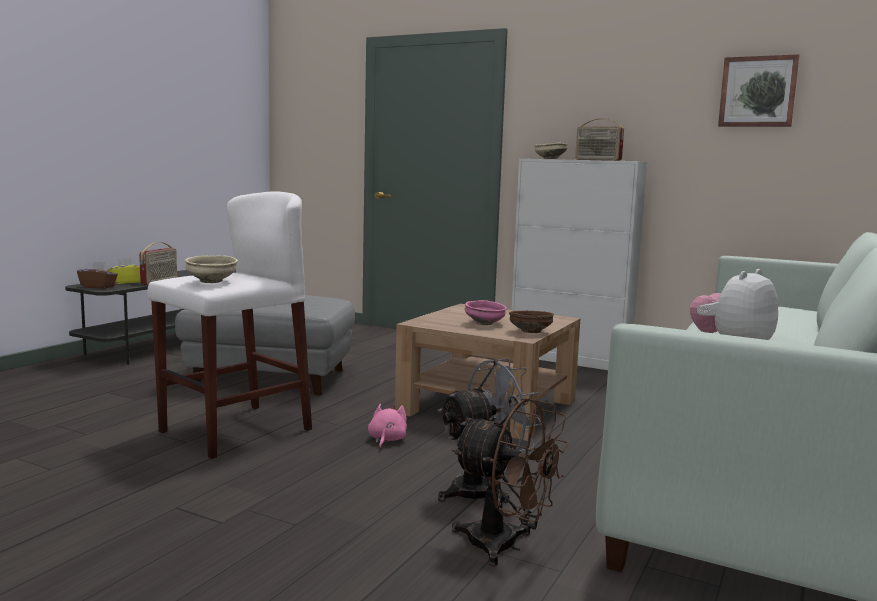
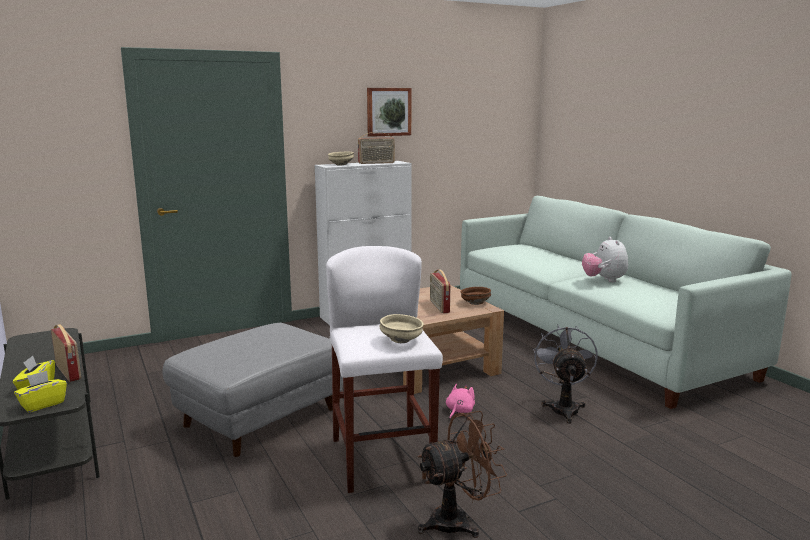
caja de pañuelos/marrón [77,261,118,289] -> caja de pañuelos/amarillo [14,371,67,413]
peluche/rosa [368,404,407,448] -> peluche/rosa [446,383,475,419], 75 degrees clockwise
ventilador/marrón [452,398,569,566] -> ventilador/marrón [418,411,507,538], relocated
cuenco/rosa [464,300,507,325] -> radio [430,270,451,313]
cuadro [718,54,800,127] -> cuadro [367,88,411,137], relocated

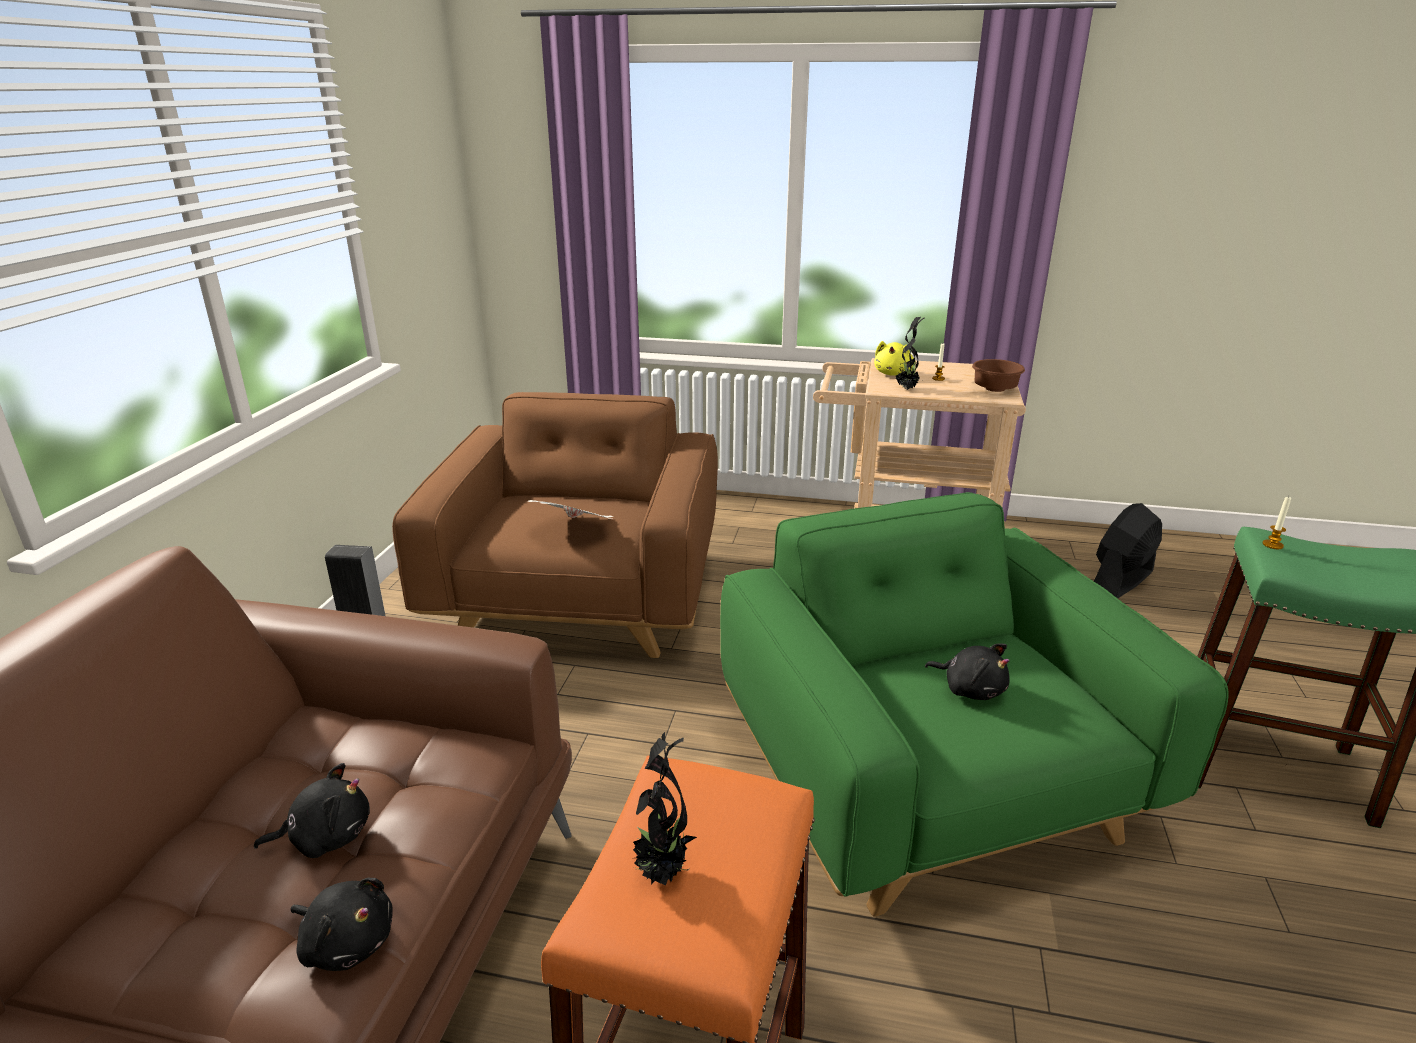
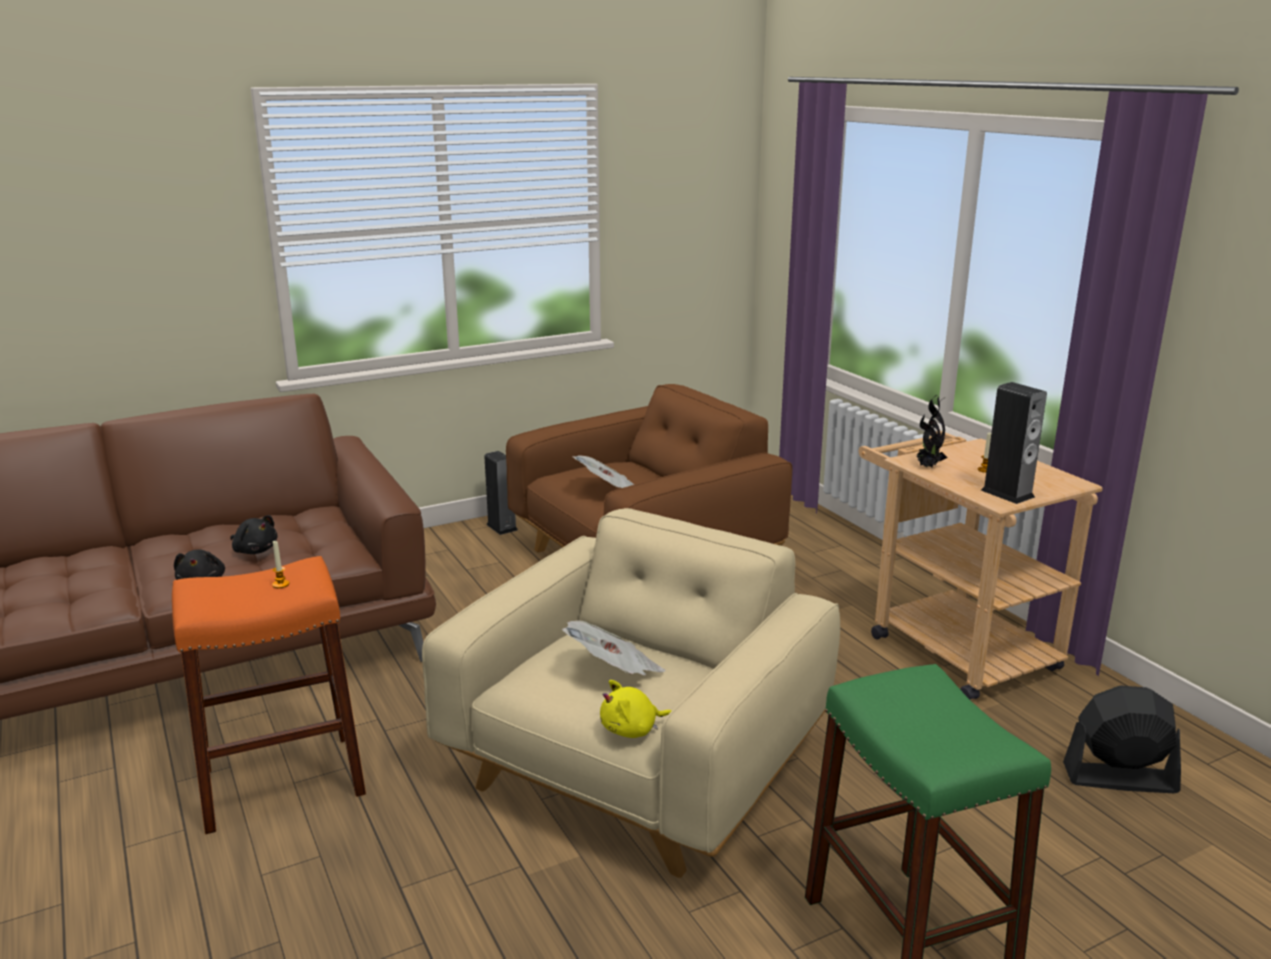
planta en maceta [633,732,697,885] -> none
sillón/verde [720,492,1228,916] -> sillón/beis [422,508,840,878]
peluche/amarillo [874,341,914,376] -> peluche/amarillo [600,680,672,738], relocated
peluche/negro [925,644,1010,700] -> periódico [562,620,666,675]
cuenco/marrón [972,359,1025,392] -> altavoz [981,382,1047,504]
vela [1262,496,1291,549] -> vela [272,541,290,588], relocated

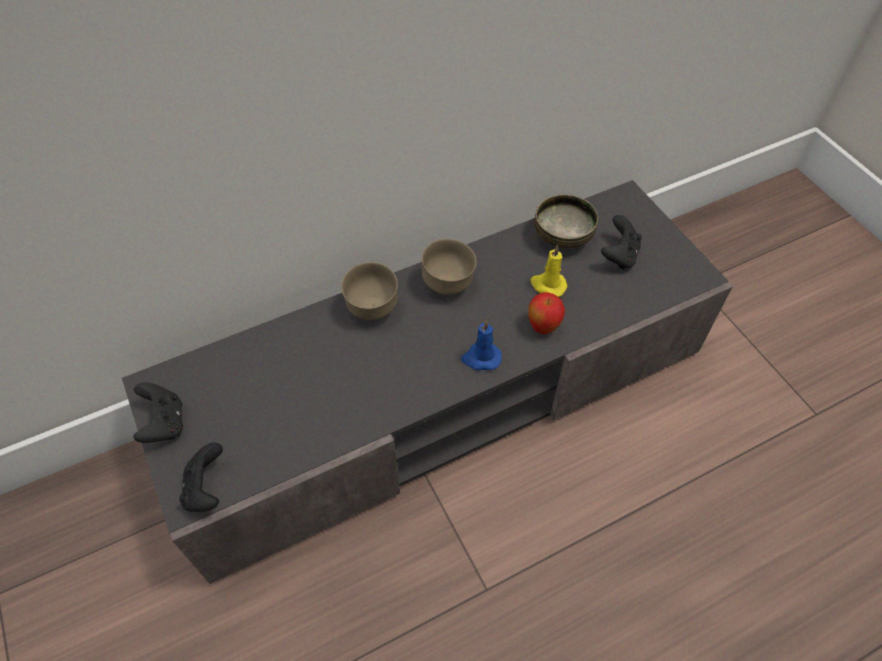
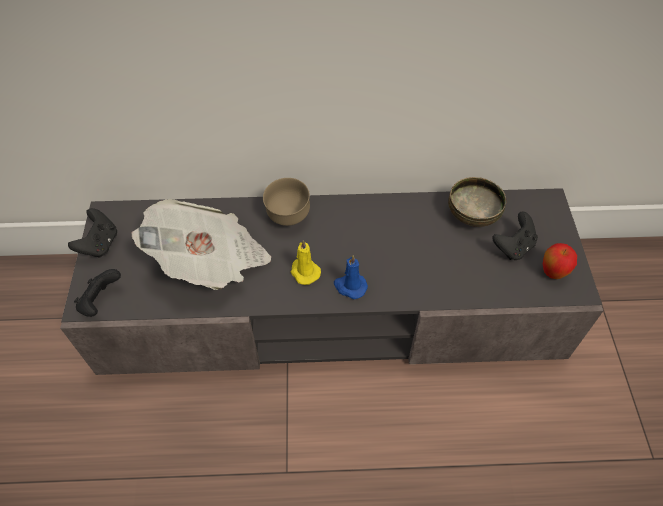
cuenco/marrón [422,239,477,295] -> none
manzana [528,292,565,334] -> manzana [543,243,577,279], relocated
vela/amarillo [530,245,568,297] -> vela/amarillo [291,240,321,285], relocated
none -> periódico [131,199,271,290]

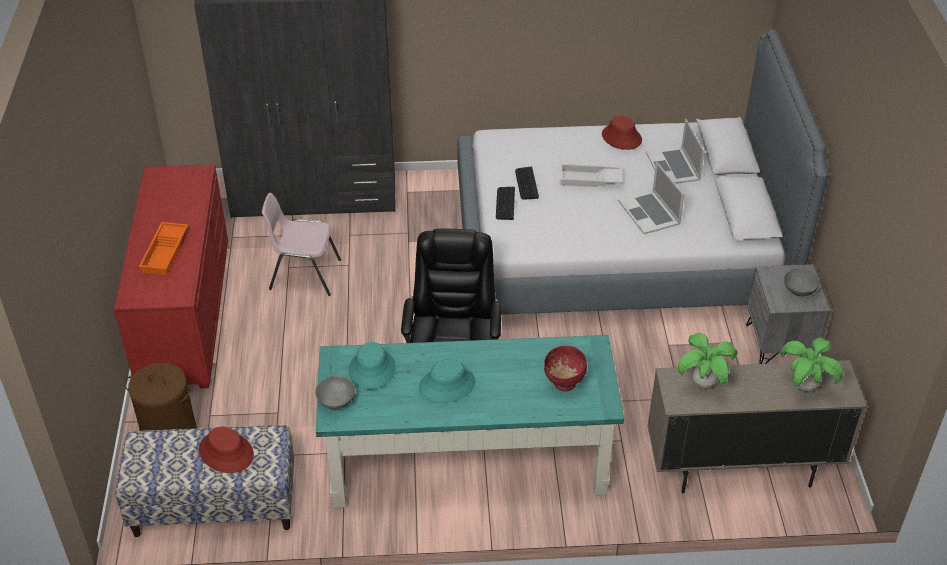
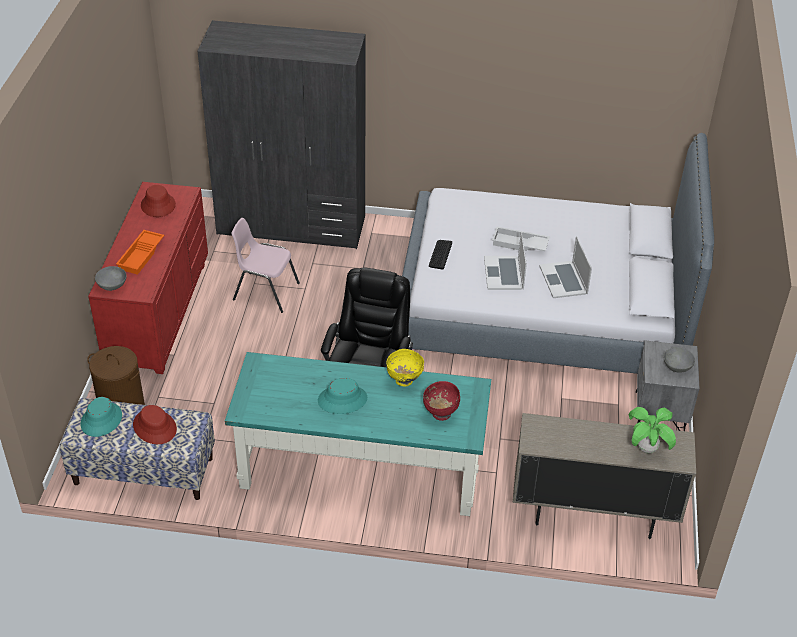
cuenco/gris [315,376,355,410] -> cuenco/gris [95,266,127,291], relocated
sombrero/turquesa [349,342,395,390] -> sombrero/turquesa [81,397,122,437], relocated
teclado [515,167,539,200] -> none
sombrero/rojo [602,115,642,150] -> sombrero/rojo [141,185,176,217], relocated
portátil [646,119,705,184] -> portátil [484,231,527,290], relocated
planta en maceta [678,333,737,389] -> none
none -> cuenco/amarillo [386,349,424,387]

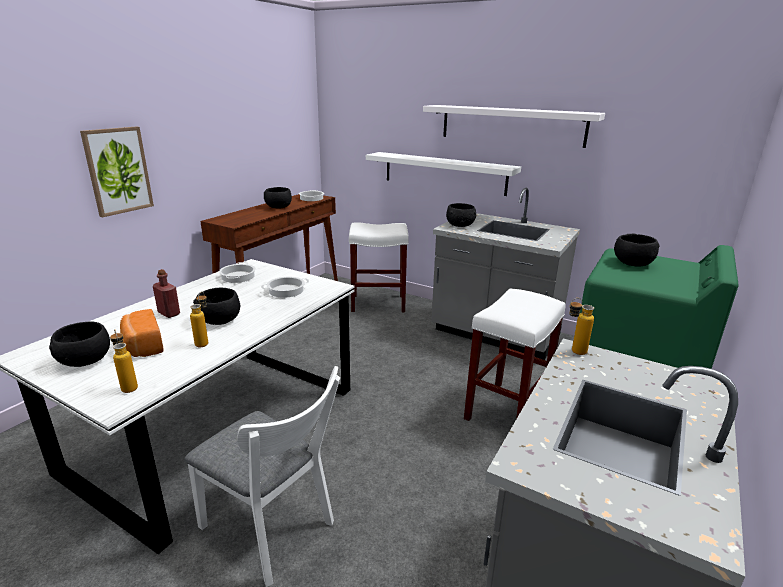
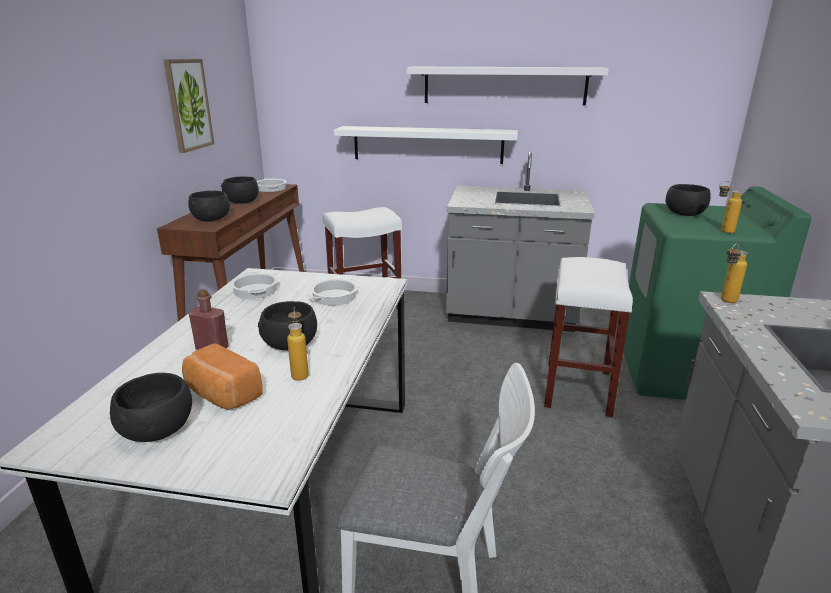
cuadro [80,126,154,217] -> cuadro [163,59,214,153], relocated
botella [110,329,138,393] -> botella [719,181,743,233], relocated
cuenco/negro [446,203,476,227] -> cuenco/negro [188,191,230,221], relocated

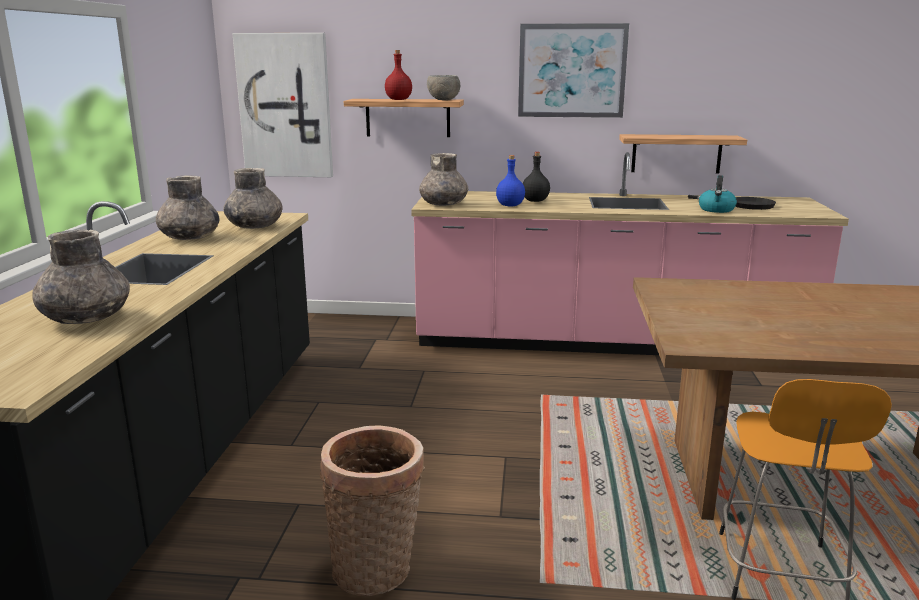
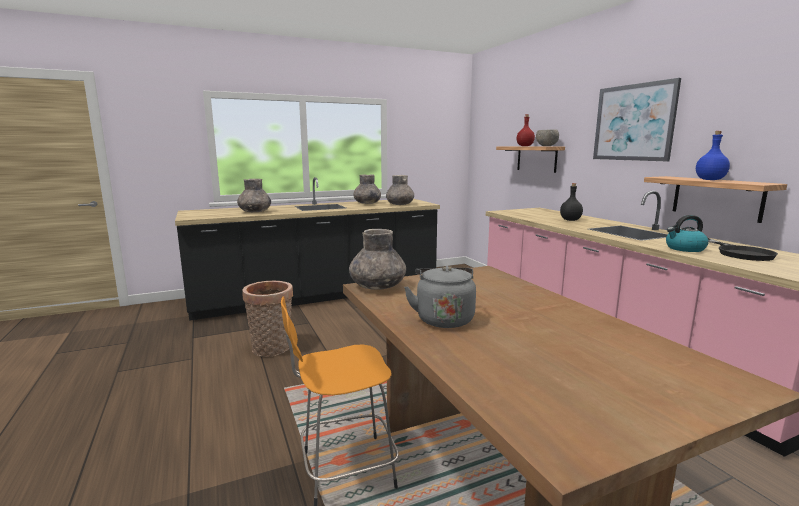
cuadro [232,33,333,177] -> none
florero/gris [419,153,468,206] -> florero/gris [349,229,406,290], relocated
botella/azul [496,155,525,206] -> botella/azul [696,131,730,180], relocated
none -> hervidor/gris [404,266,476,328]

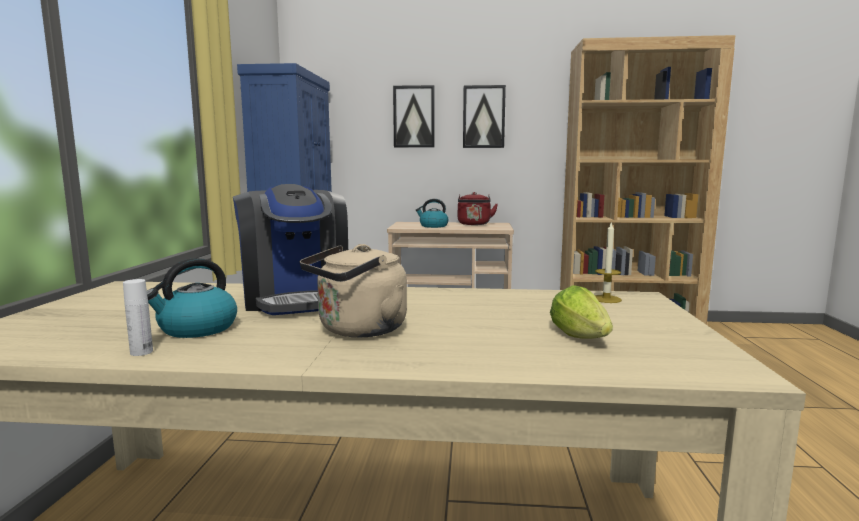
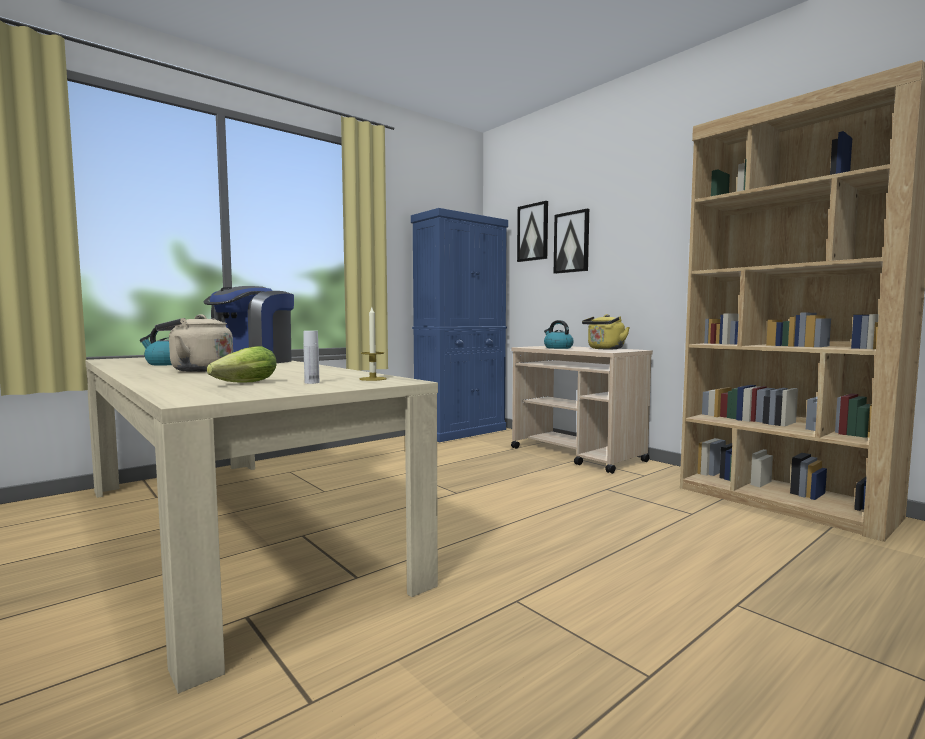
botella/blanco [123,279,153,356] -> botella/blanco [303,331,319,384], relocated
hervidor/rojo [458,192,498,225] -> hervidor/amarillo [582,314,630,349]
cuadro [463,85,506,148] -> cuadro [517,201,548,262], relocated

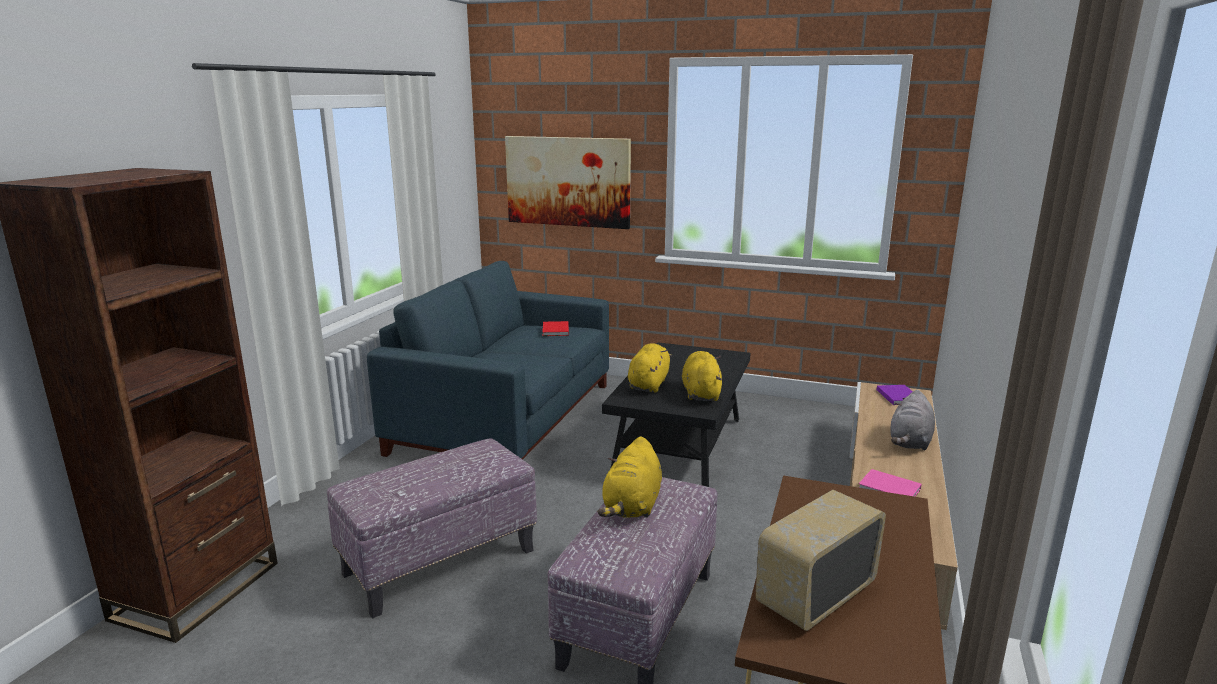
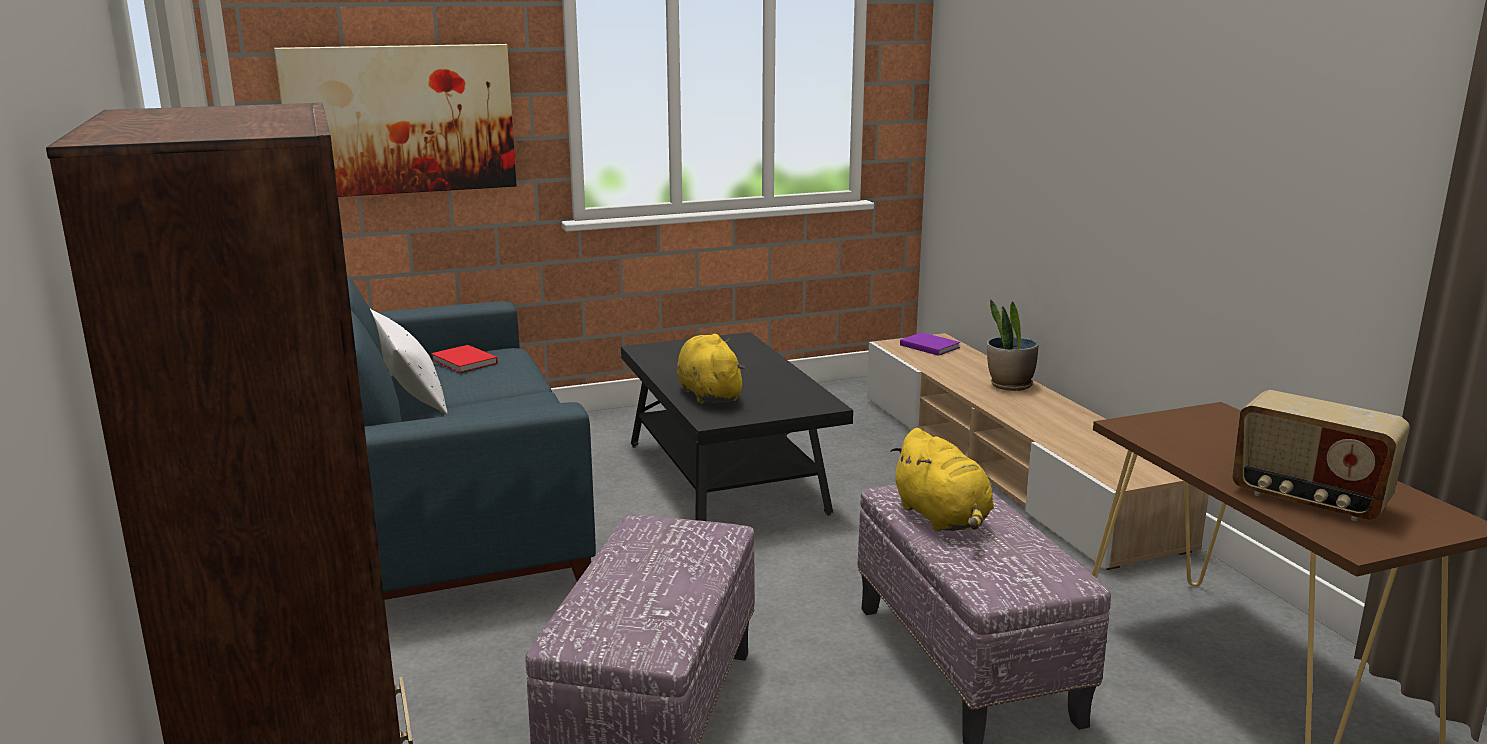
peluche/amarillo [682,351,722,401] -> none
radio [755,490,886,631] -> radio [1232,390,1410,521], 60 degrees counterclockwise
libro/rosa [859,469,922,497] -> none
peluche/gris [890,390,935,451] -> planta en maceta [987,299,1039,391]
none -> cojín/blanco [370,309,447,414]

